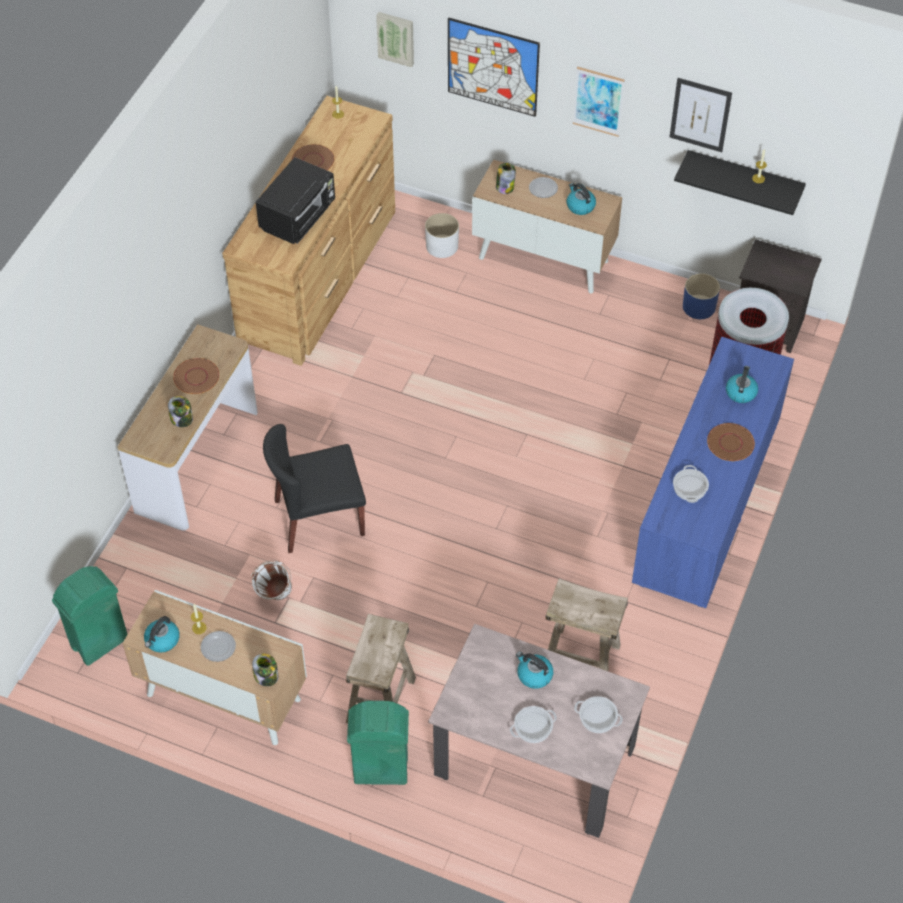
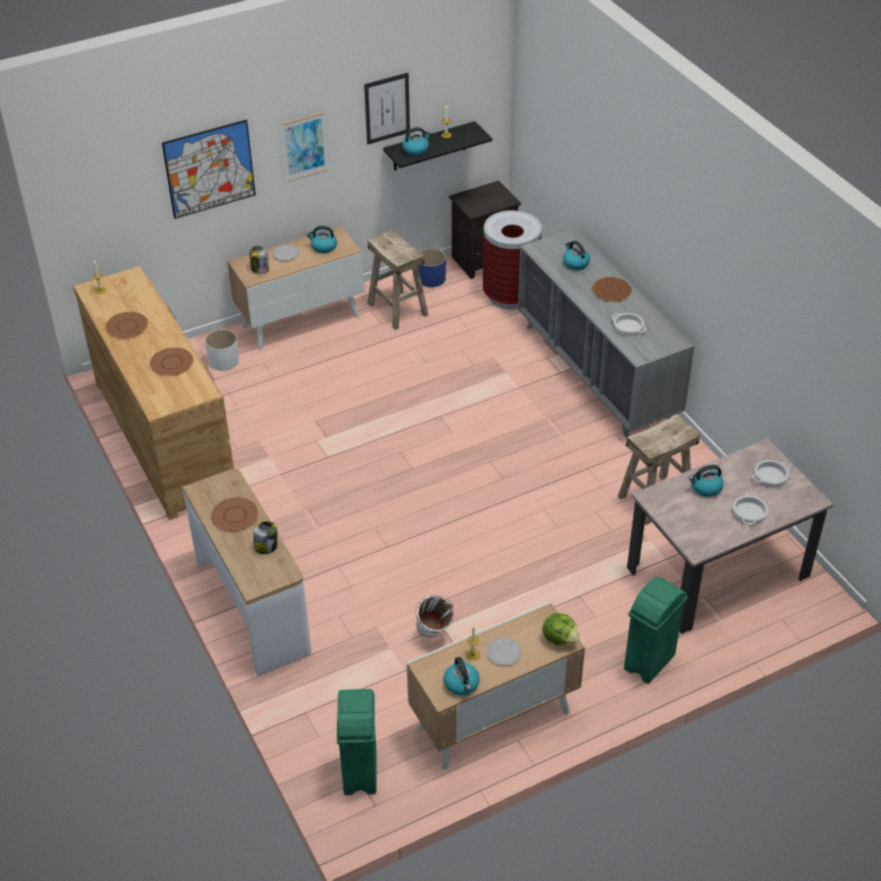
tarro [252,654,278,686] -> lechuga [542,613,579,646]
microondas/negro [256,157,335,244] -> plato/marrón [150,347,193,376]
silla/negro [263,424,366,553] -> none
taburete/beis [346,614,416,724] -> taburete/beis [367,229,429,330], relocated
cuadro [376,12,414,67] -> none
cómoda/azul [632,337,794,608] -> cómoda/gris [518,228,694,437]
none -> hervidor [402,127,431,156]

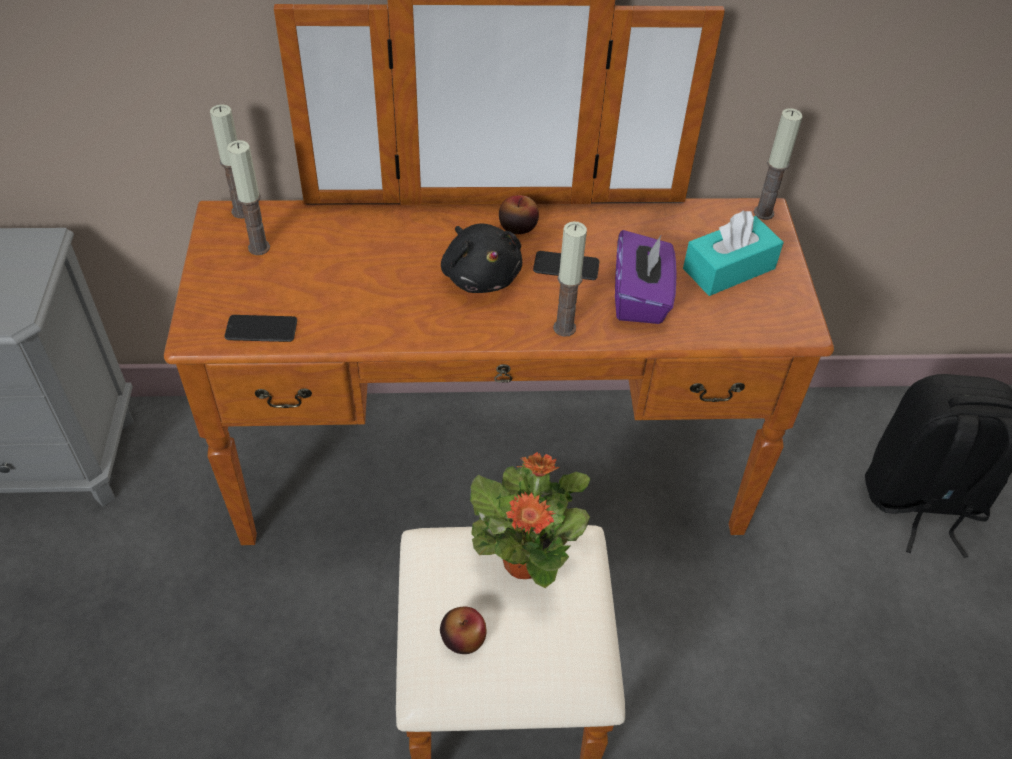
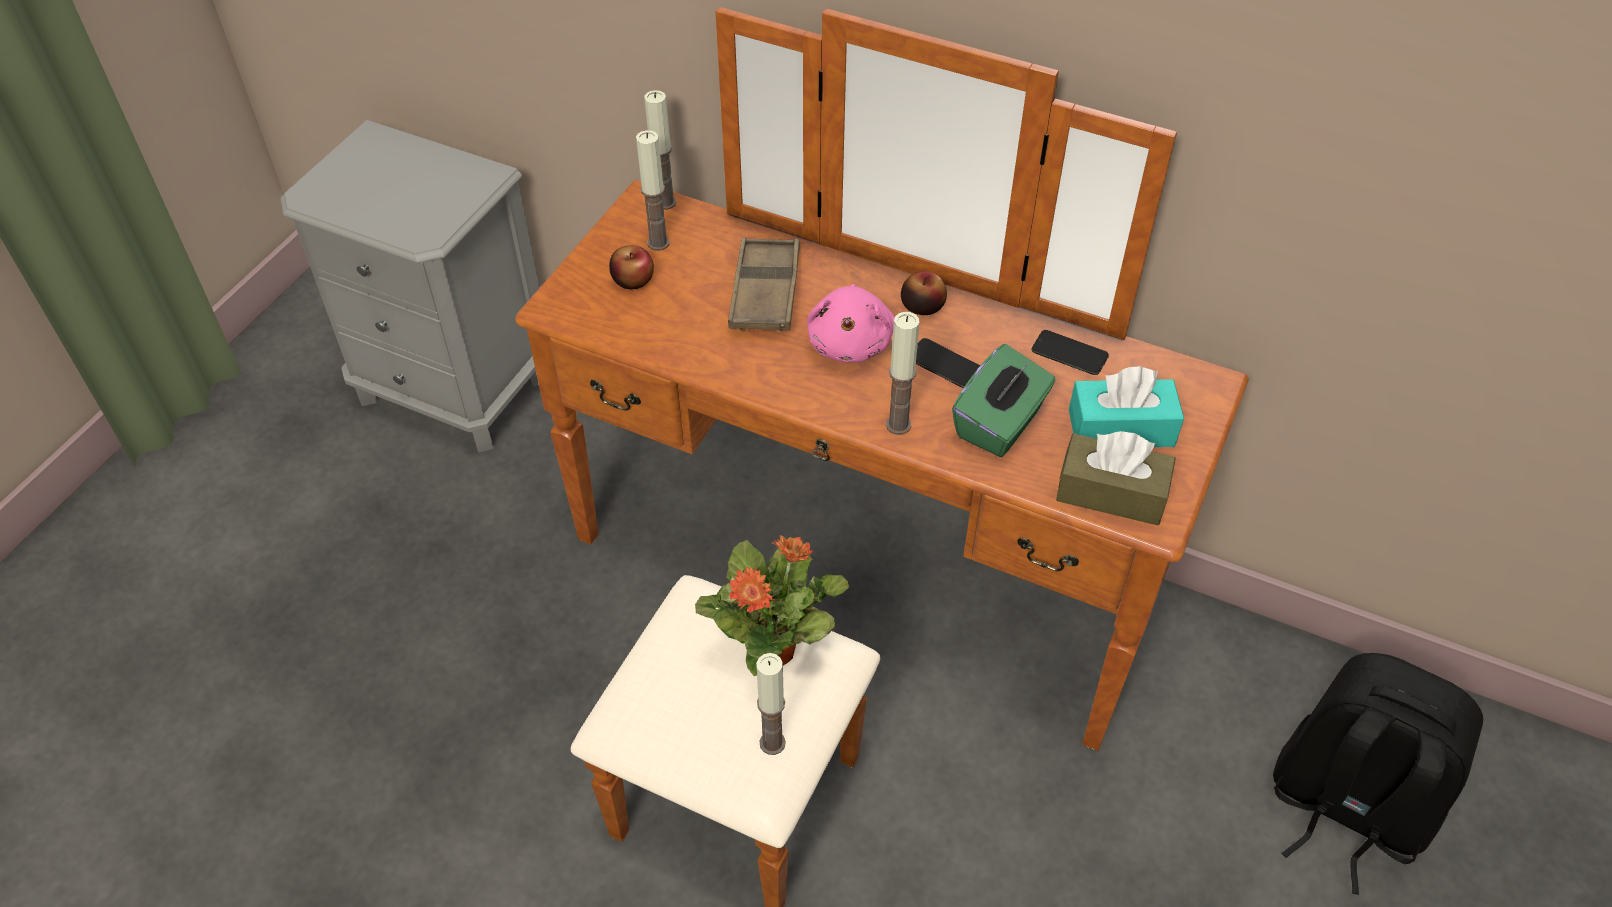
móvil [225,315,297,342] -> móvil [1031,330,1109,375], relocated
manzana [440,607,486,654] -> manzana [609,245,654,289], relocated
peluche/negro [441,223,522,293] -> peluche/rosa [807,284,895,362]
caja de pañuelos/morado [615,230,677,324] -> caja de pañuelos/verde [952,344,1056,457]
vela [754,108,802,220] -> vela [757,653,786,755], relocated
none -> bandeja/marrón [728,238,800,331]
none -> caja de pañuelos/marrón [1056,431,1176,525]

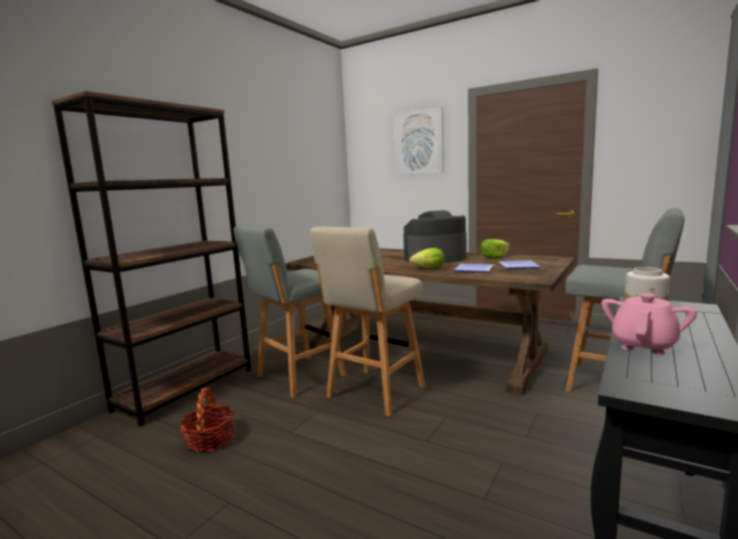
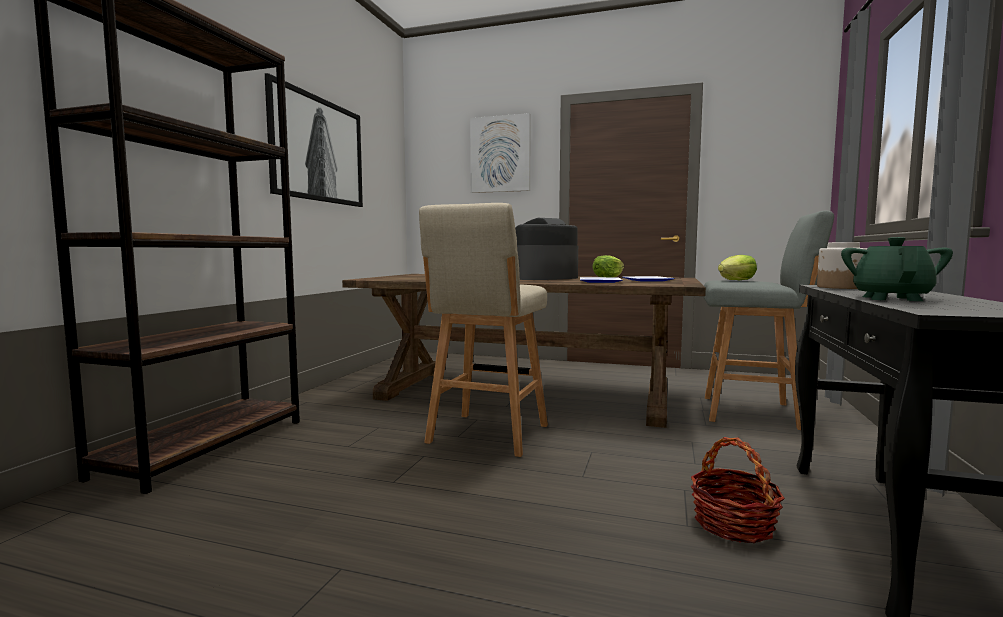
cesta [179,388,235,453] -> cesta [691,437,785,543], relocated
taburete/gris [233,225,346,398] -> none
lechuga [409,248,444,268] -> lechuga [718,255,757,280], relocated
tetera/rosa [602,293,698,355] -> tetera/verde [841,237,953,301]
none -> cuadro [265,73,363,207]

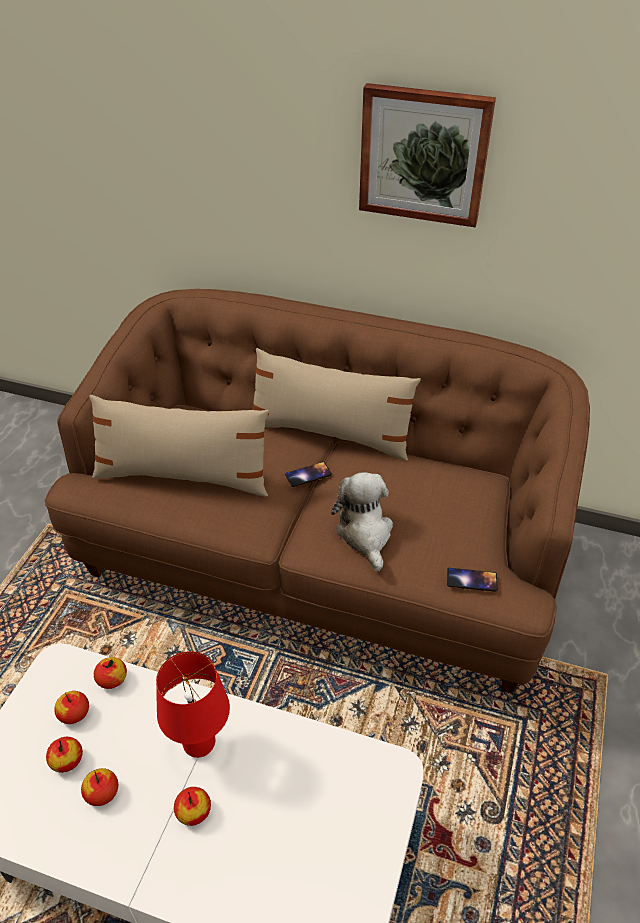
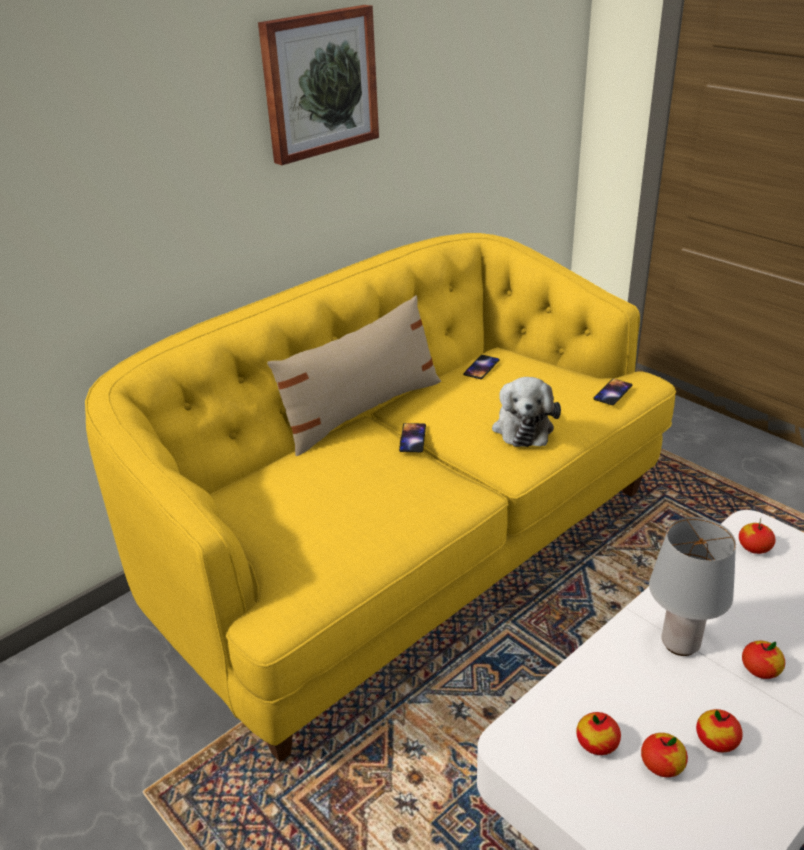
sofá/marrón [45,289,590,694] -> sofá/amarillo [85,233,676,762]
cojín/beis [89,395,269,497] -> none
manzana [94,657,127,689] -> manzana [739,519,776,554], relocated
lámpara de mesa/rojo [156,651,230,758] -> lámpara de mesa/gris [649,517,736,656]
peluche [331,472,393,571] -> peluche [492,377,561,447], 105 degrees counterclockwise
none -> móvil [463,355,500,379]

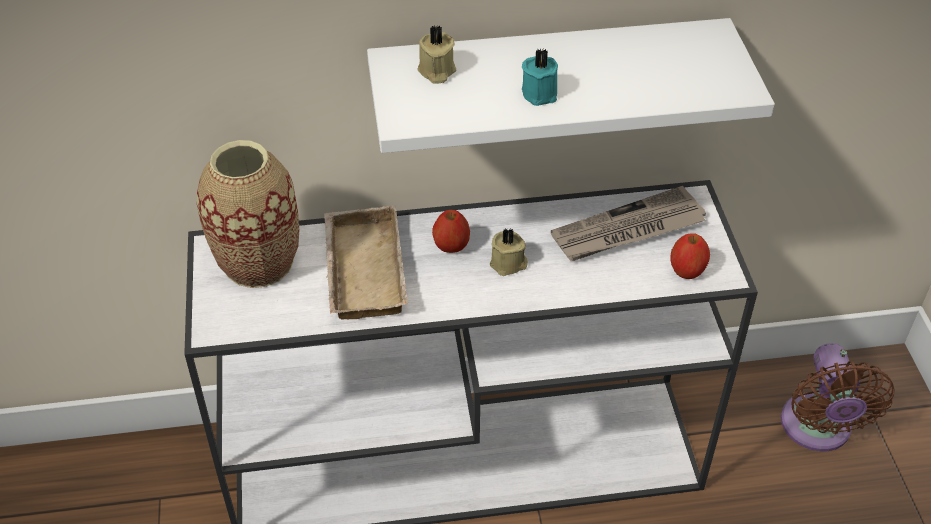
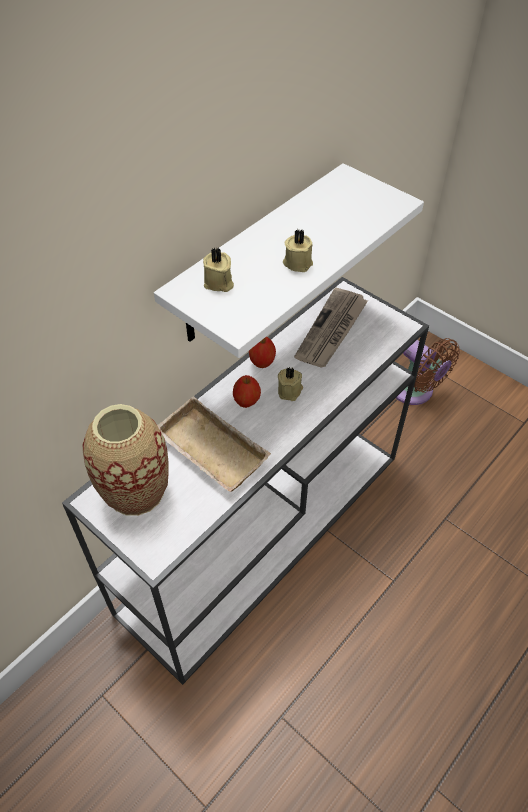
vela/turquesa [522,49,558,106] -> vela/beis [283,230,313,272]
manzana [671,233,710,279] -> manzana [249,337,276,368], relocated

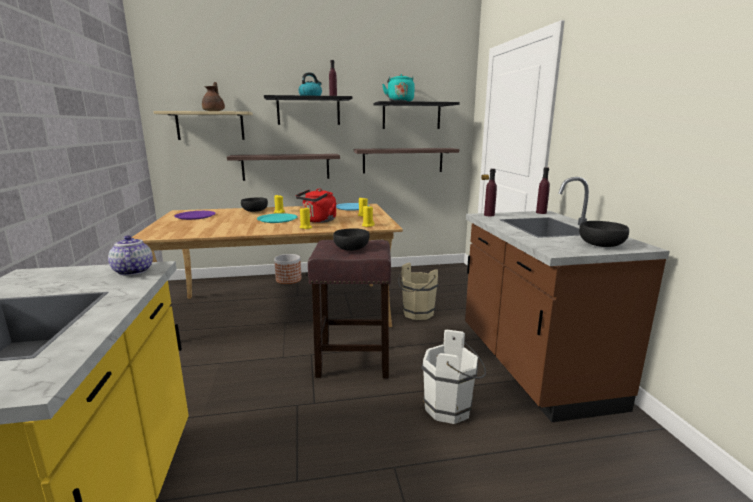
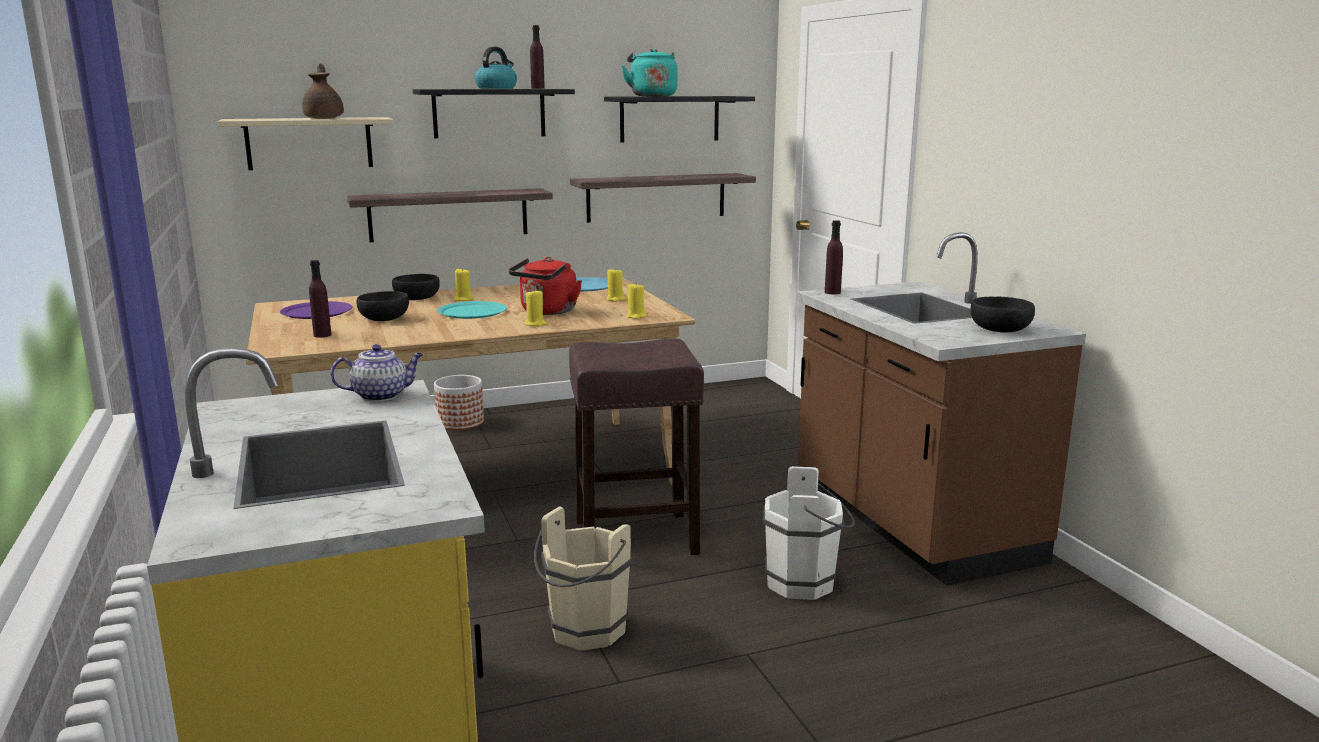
tetera [108,235,153,276] -> tetera [330,344,423,402], 105 degrees clockwise
cuenco/negro [333,228,370,251] -> cuenco/negro [357,291,409,321], relocated
cubo/beis [398,263,438,320] -> cubo/beis [534,506,632,651], relocated
botella/morado [536,167,550,214] -> botella/morado [309,260,331,338], relocated

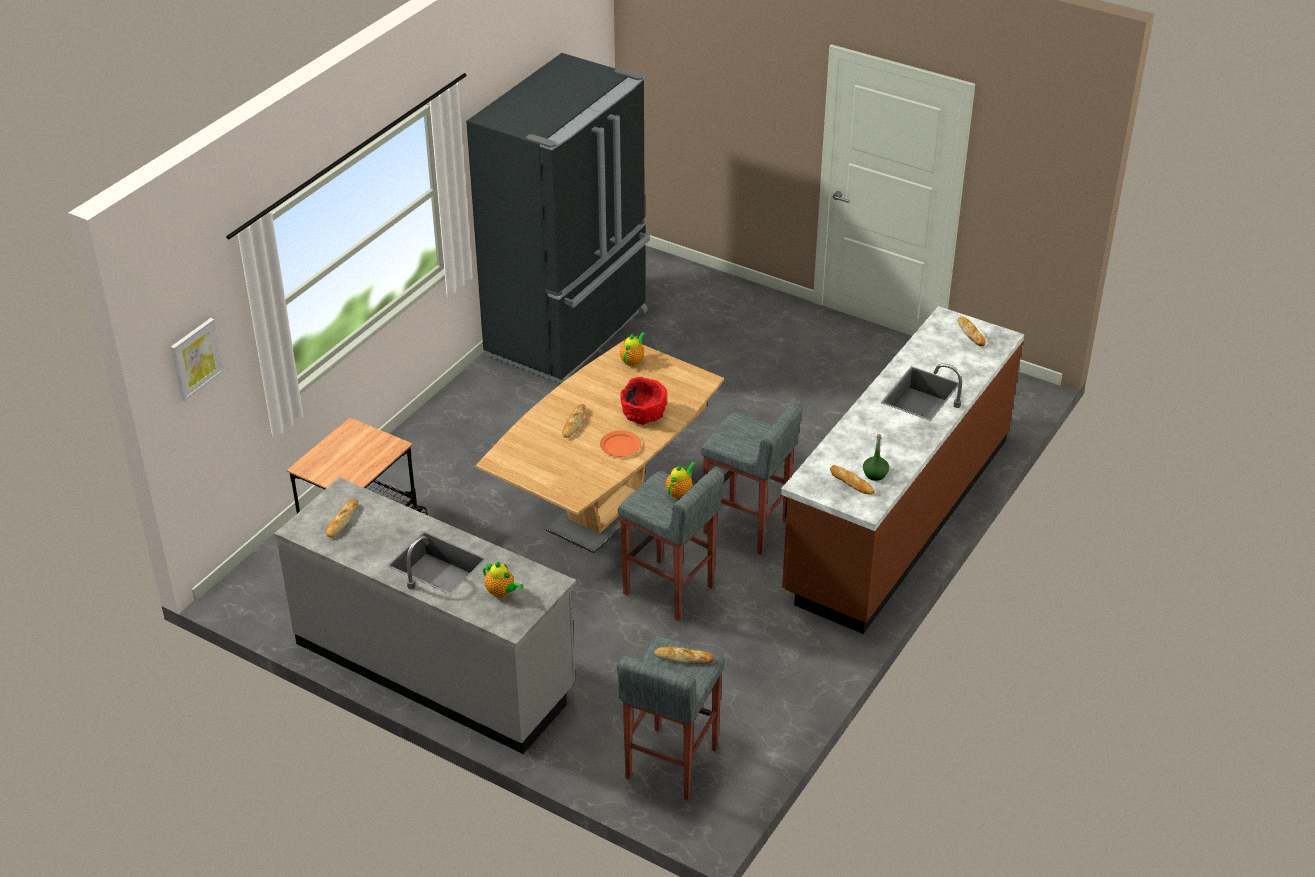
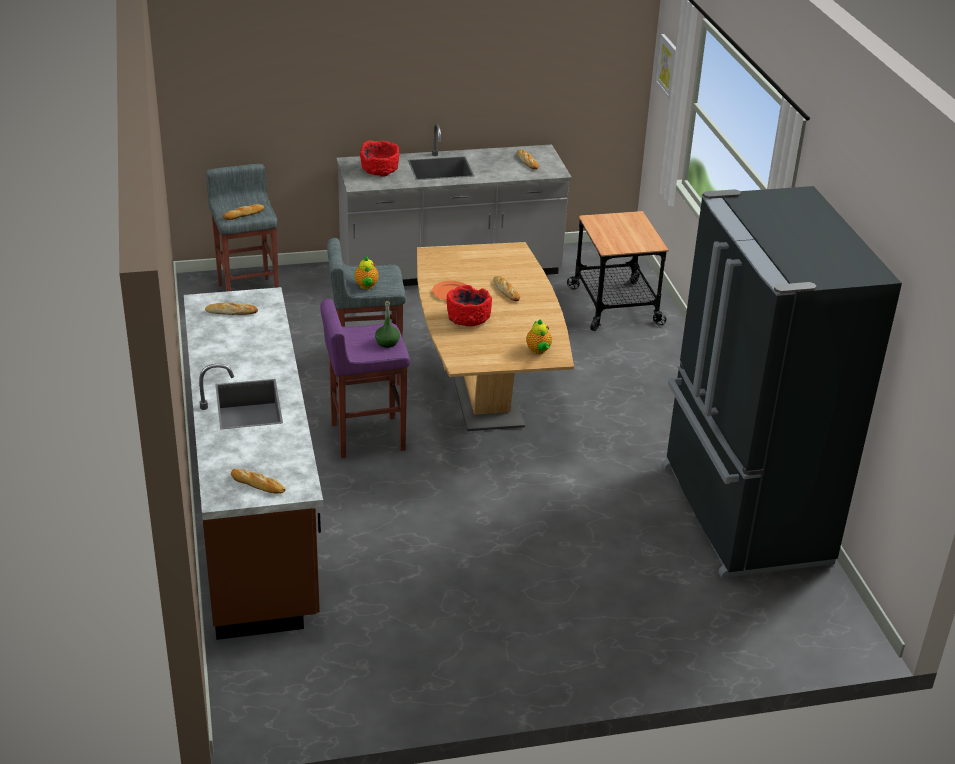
tetera [483,562,524,598] -> cuenco/rojo [360,140,399,177]
taburete/gris [701,403,802,555] -> taburete/morado [320,299,410,458]
botella/verde [863,434,889,481] -> botella/verde [375,301,400,348], relocated

